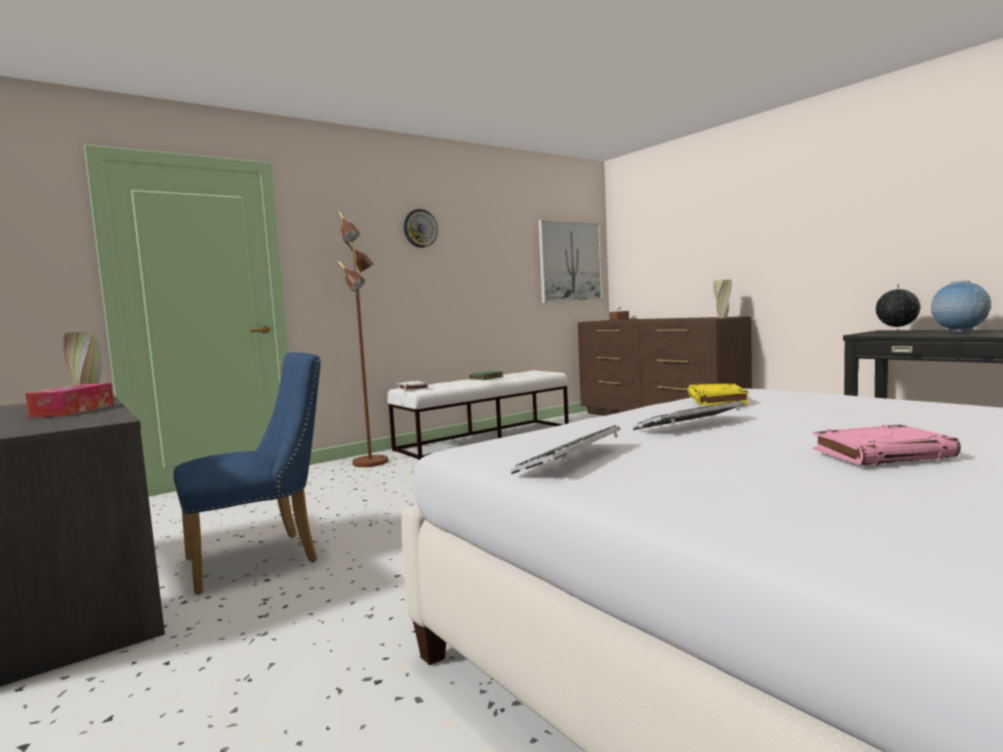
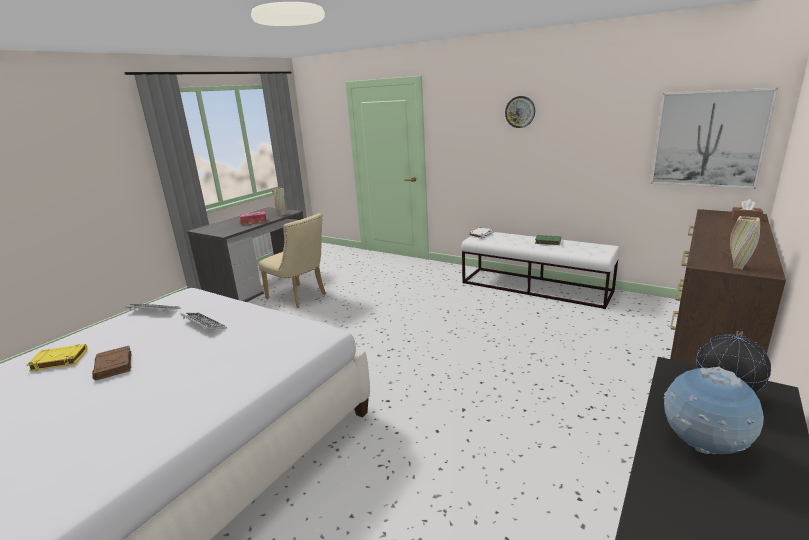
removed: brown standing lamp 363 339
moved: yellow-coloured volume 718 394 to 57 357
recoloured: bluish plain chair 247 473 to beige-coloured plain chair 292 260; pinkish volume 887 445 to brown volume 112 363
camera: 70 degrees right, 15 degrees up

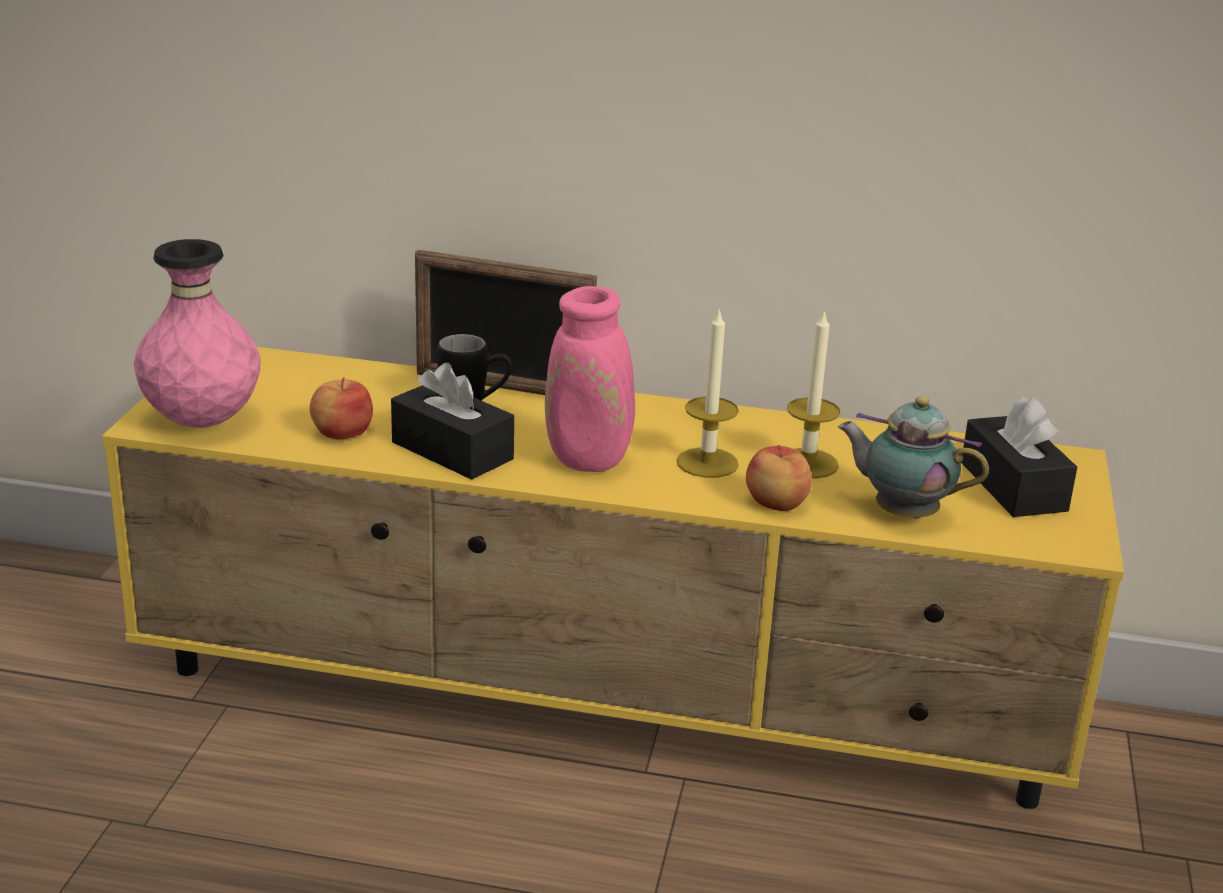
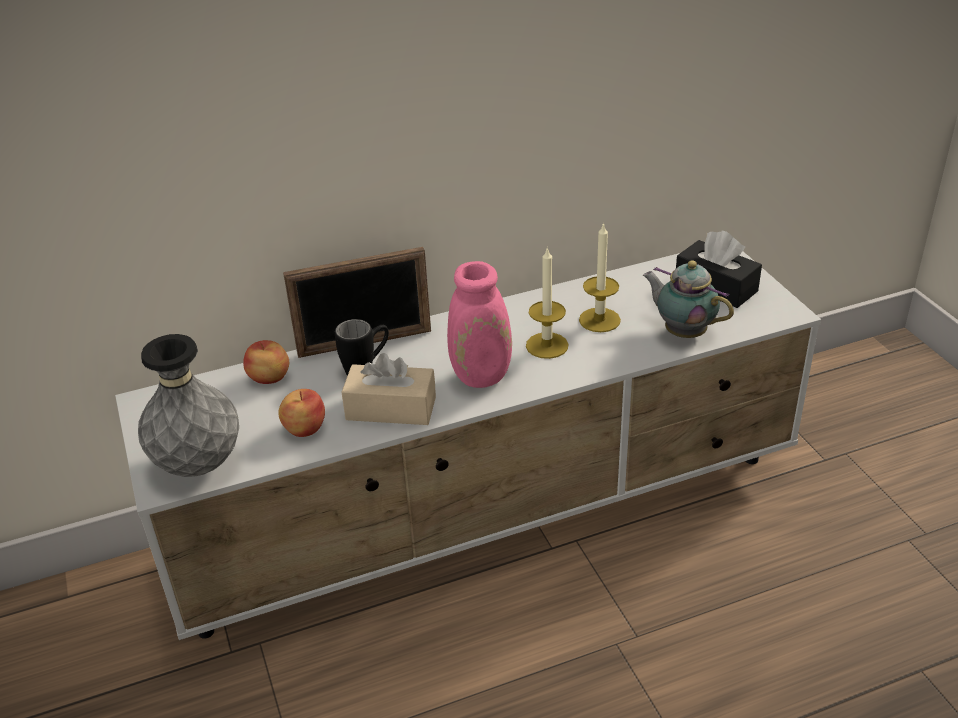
moved: whole apple 779 478 to 266 362
recoloured: yellow-coloured tv unit 613 578 to white tv unit 468 445; pinkish vase 197 333 to grey vase 188 405; blackish box of tissues 452 421 to beige-coloured box of tissues 388 389
turned: pot for tea 913 457 = 688 299 45 degrees clockwise
camera: 30 degrees left, 10 degrees up

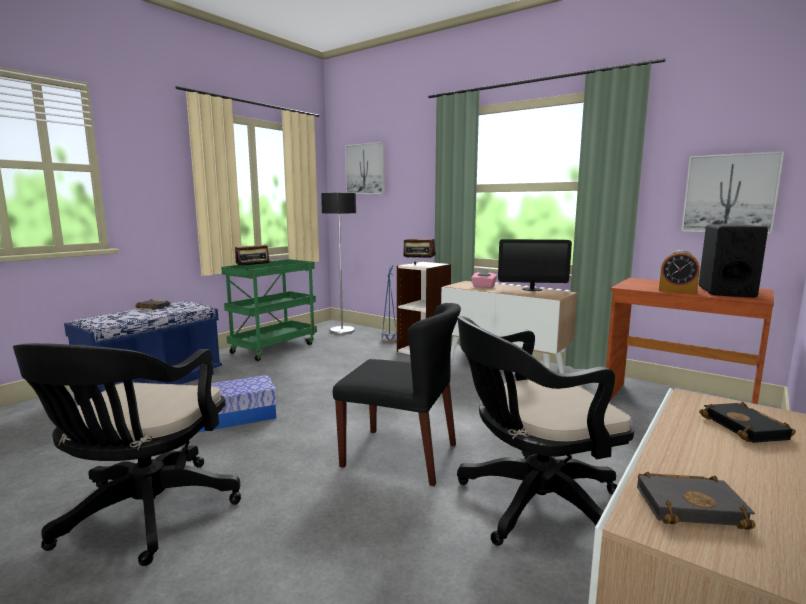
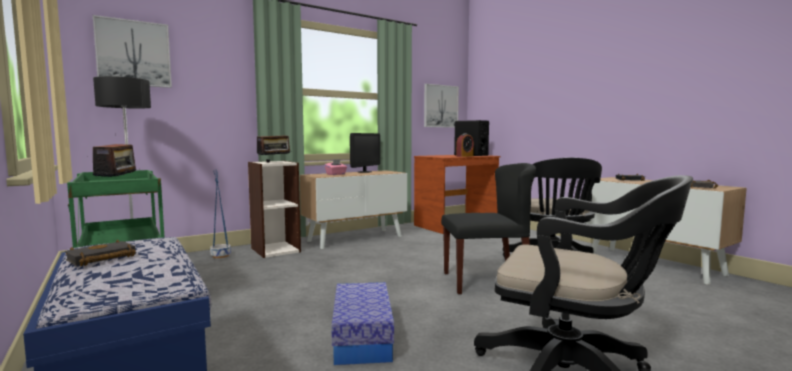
turned: blackish plain chair 397 394 = 488 228 45 degrees clockwise
camera: 70 degrees left, 5 degrees down

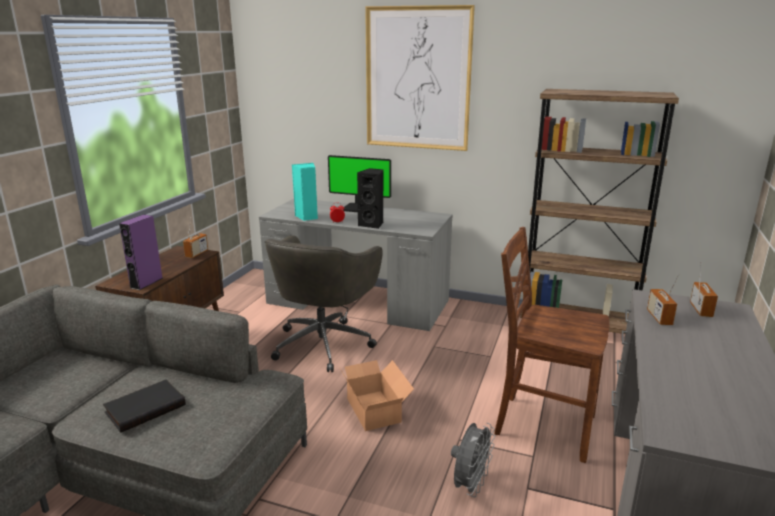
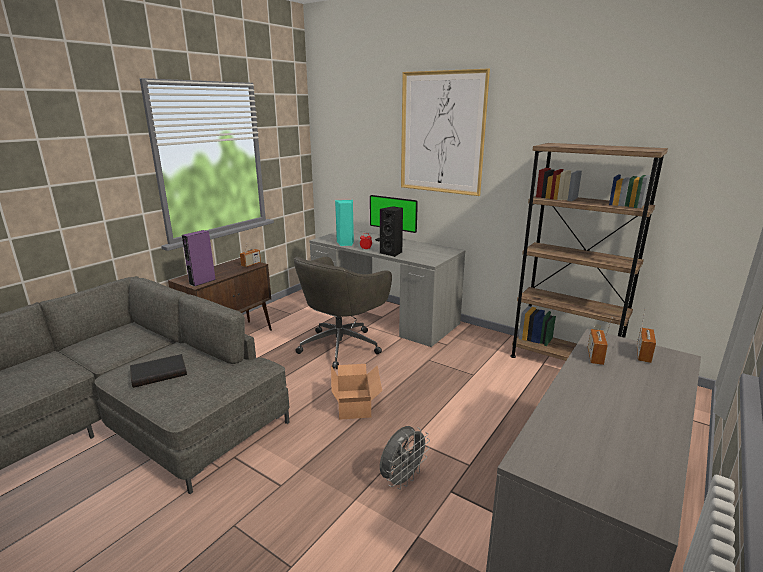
removed: brown plain chair 551 345
camera: 15 degrees right, 0 degrees up

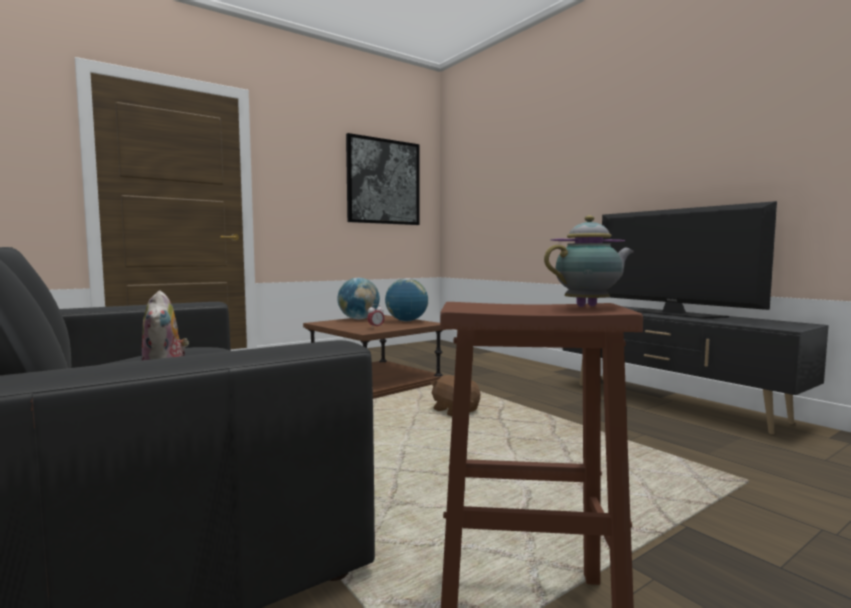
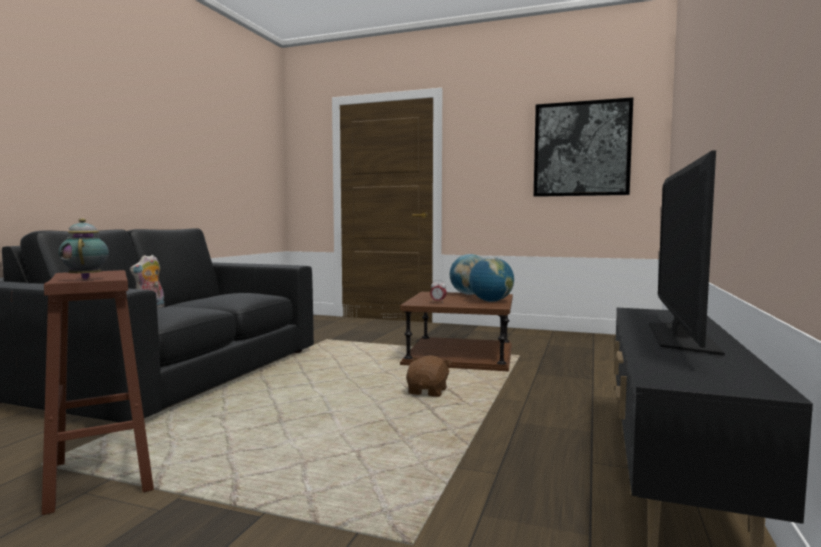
turned: pot for tea 589 261 = 83 248 150 degrees counterclockwise
camera: 55 degrees right, 0 degrees up

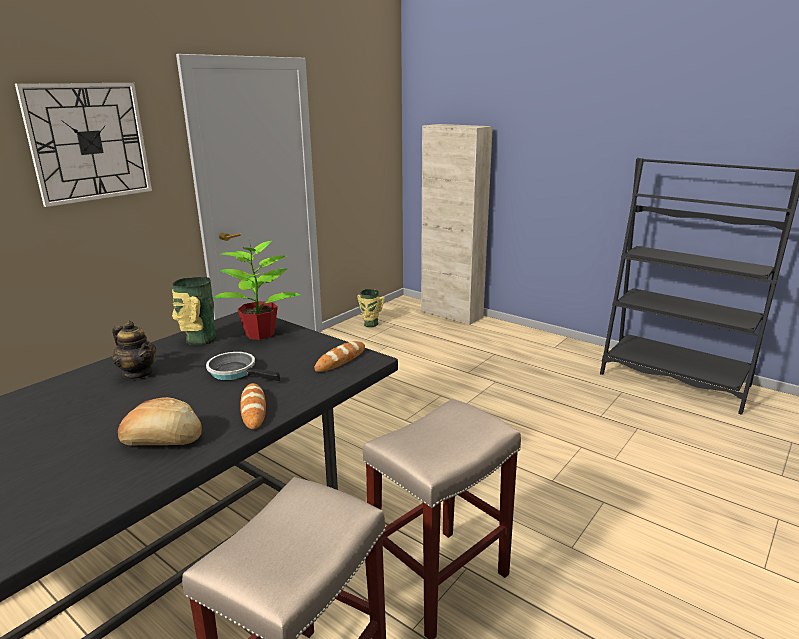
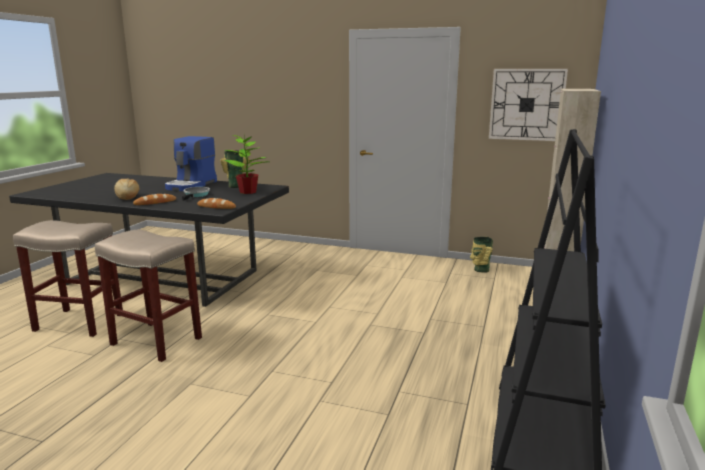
moved: hanging clock 83 145 to 528 105
replaced: pot for tea 134 350 to coffee machine 191 163
camera: 70 degrees right, 5 degrees down

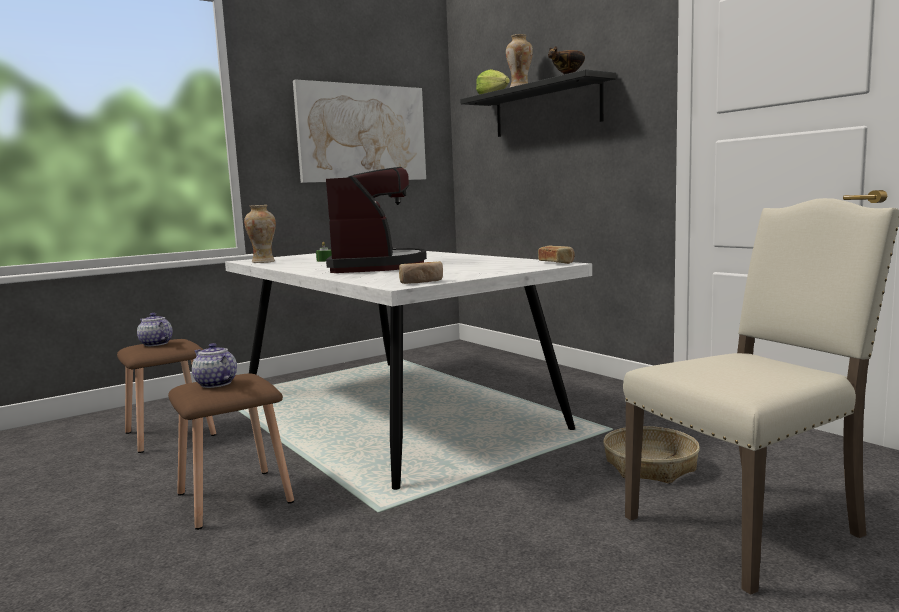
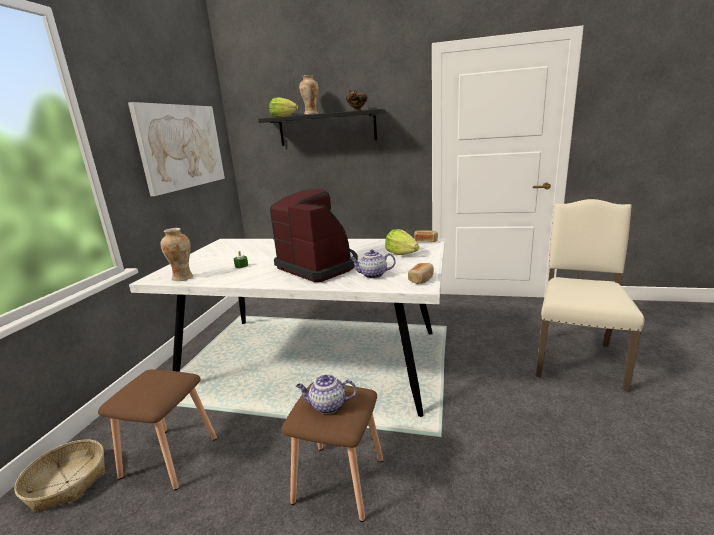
added: lettuce 402 242
moved: pot for tea 155 329 to 373 264; basket 651 455 to 59 476
camera: 40 degrees left, 10 degrees up

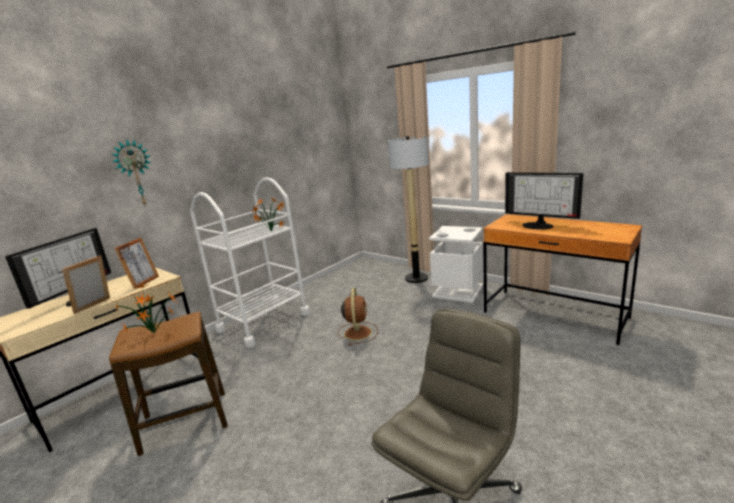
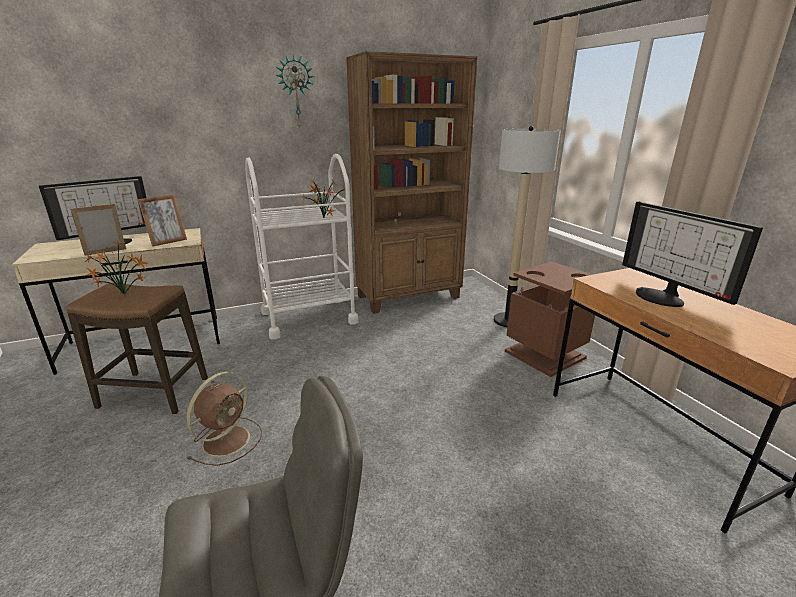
added: brown bookcase 412 182
moved: hanging clock 131 173 to 295 91; brown electric fan 358 316 to 224 419
recoloured: white trash can 456 264 to brown trash can 550 319
camera: 25 degrees right, 5 degrees up

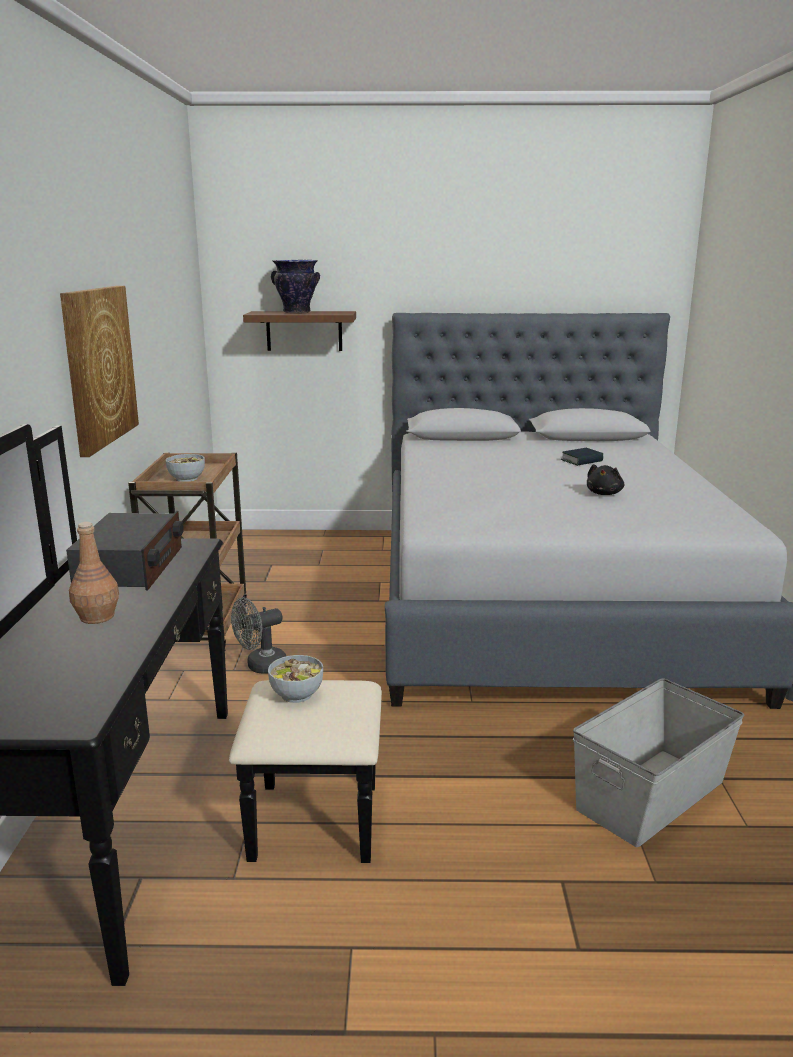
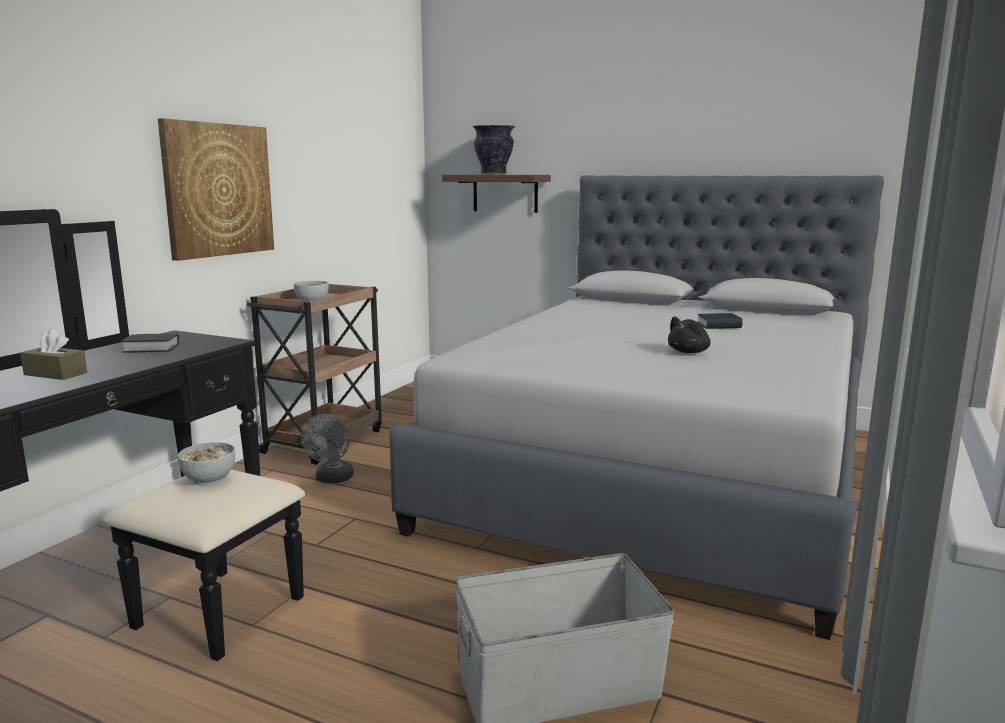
replaced: radio 125 550 to volume 150 343; brown beverage bottle 94 573 to brown box of tissues 53 354
turned: grey electric fan 258 635 = 327 448 75 degrees counterclockwise
camera: 25 degrees right, 5 degrees down

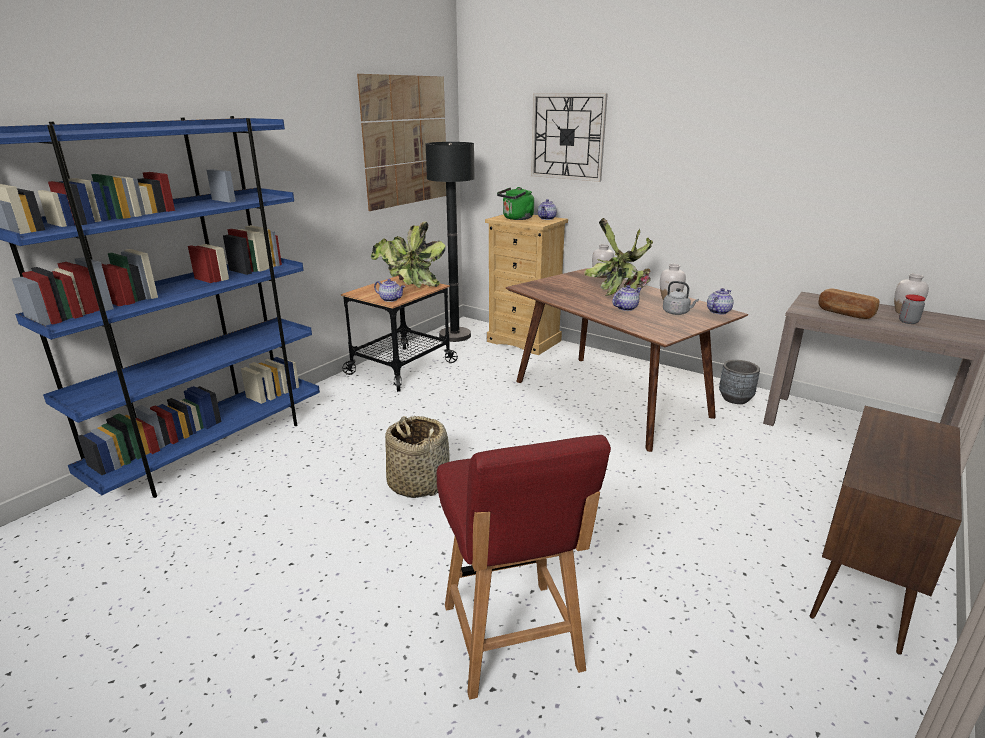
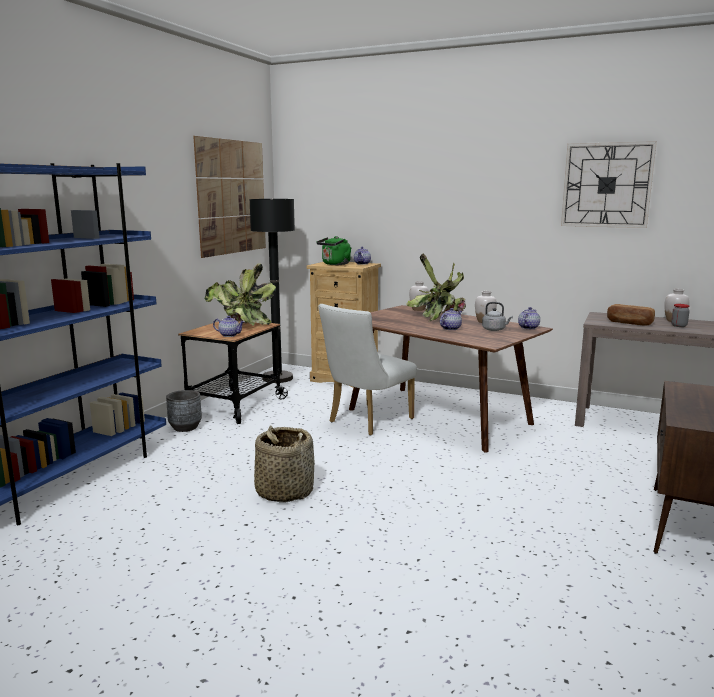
removed: red-coloured plain chair 524 567
added: white plain chair 367 370
moved: hanging clock 569 138 to 609 184; grey plant pot 739 382 to 184 411
camera: 10 degrees left, 10 degrees down

